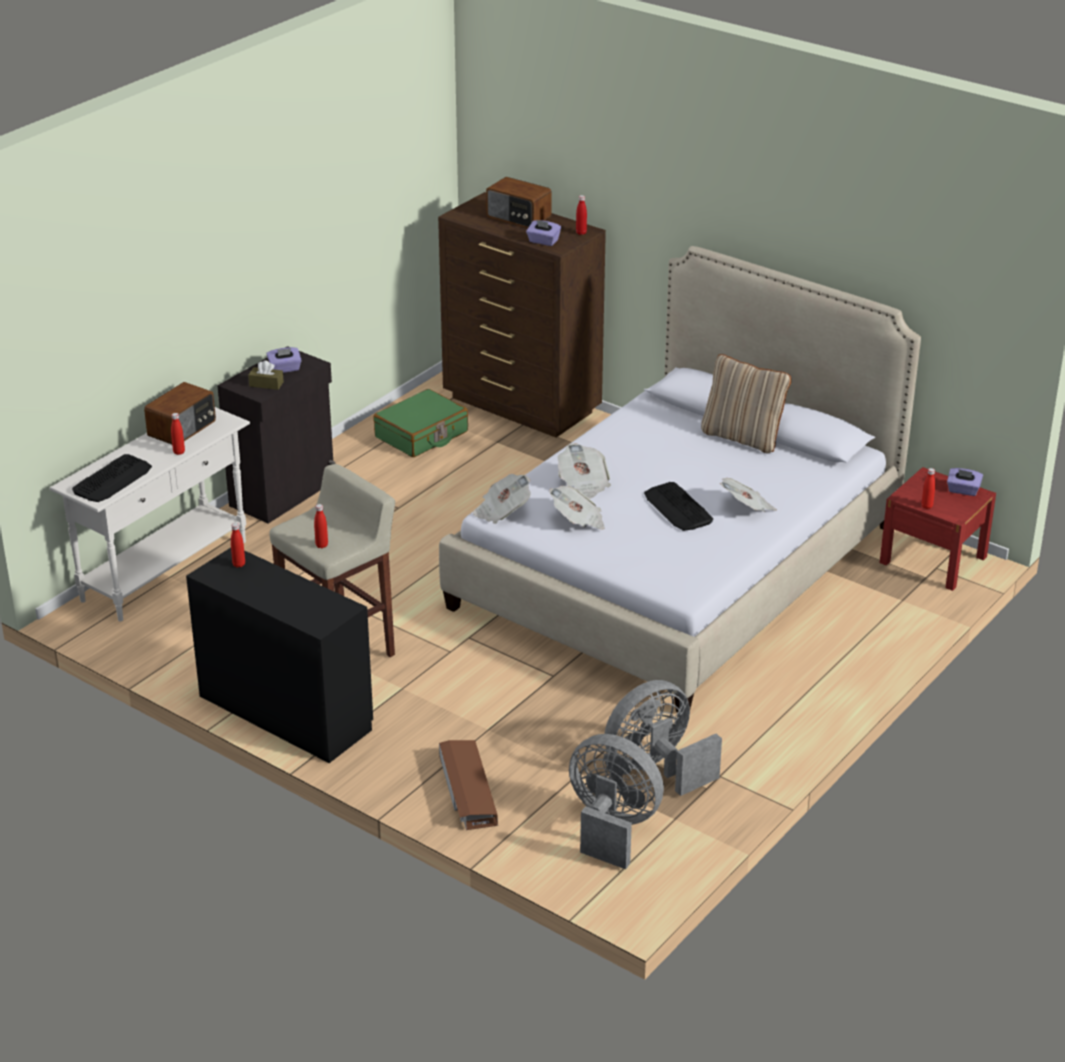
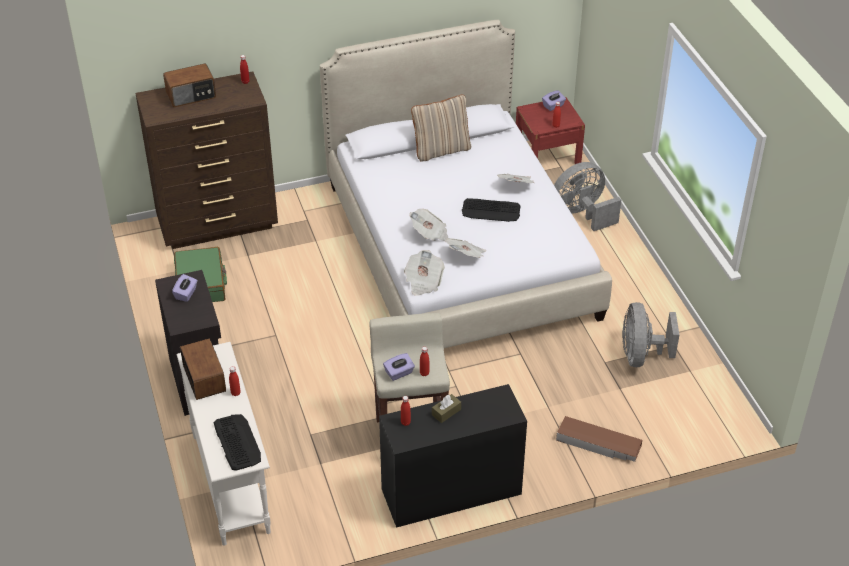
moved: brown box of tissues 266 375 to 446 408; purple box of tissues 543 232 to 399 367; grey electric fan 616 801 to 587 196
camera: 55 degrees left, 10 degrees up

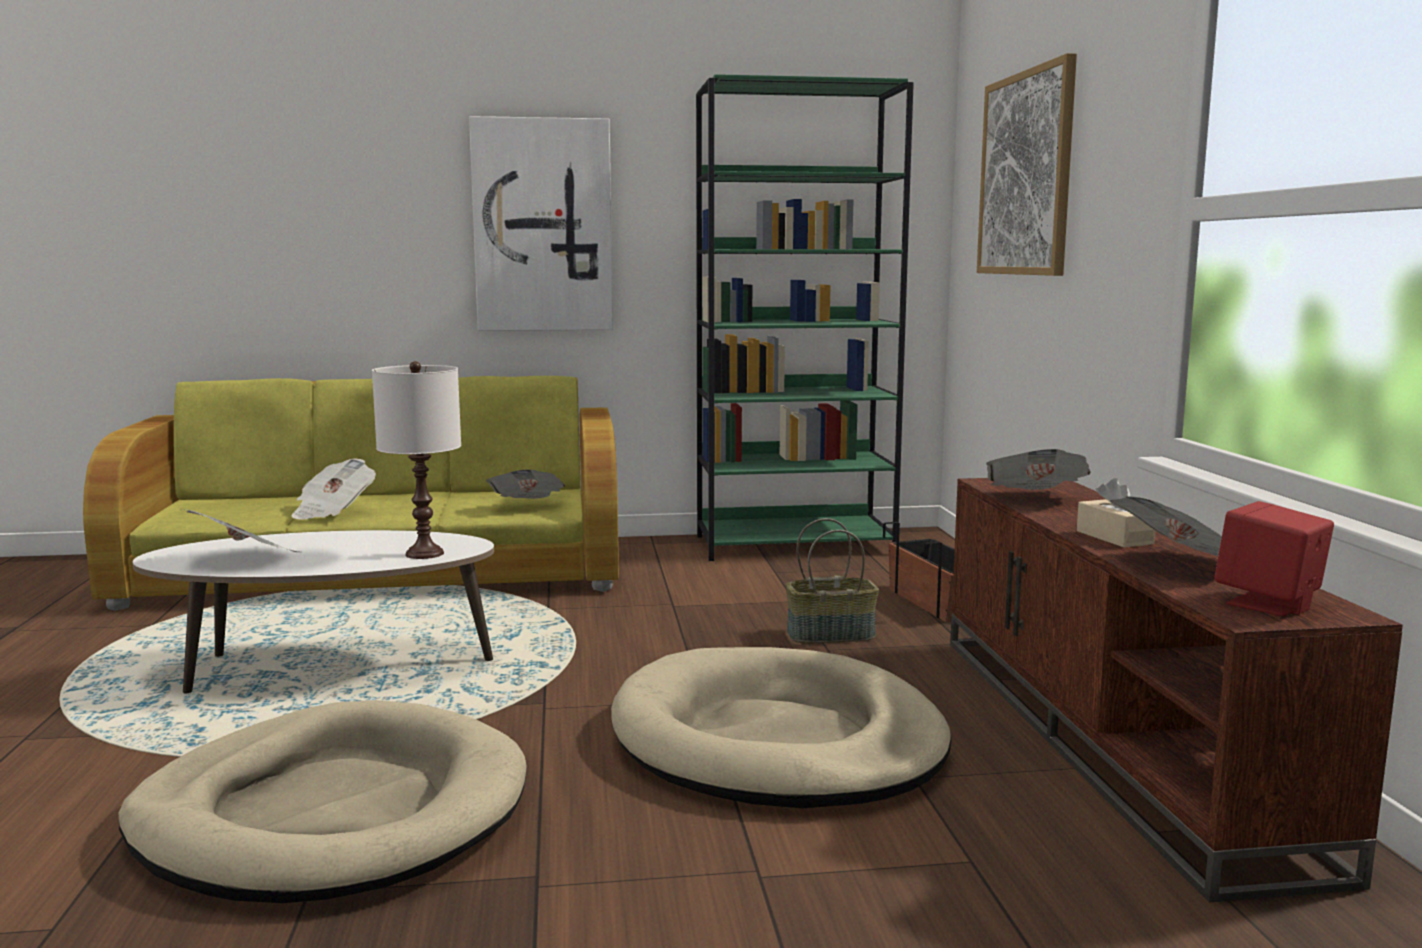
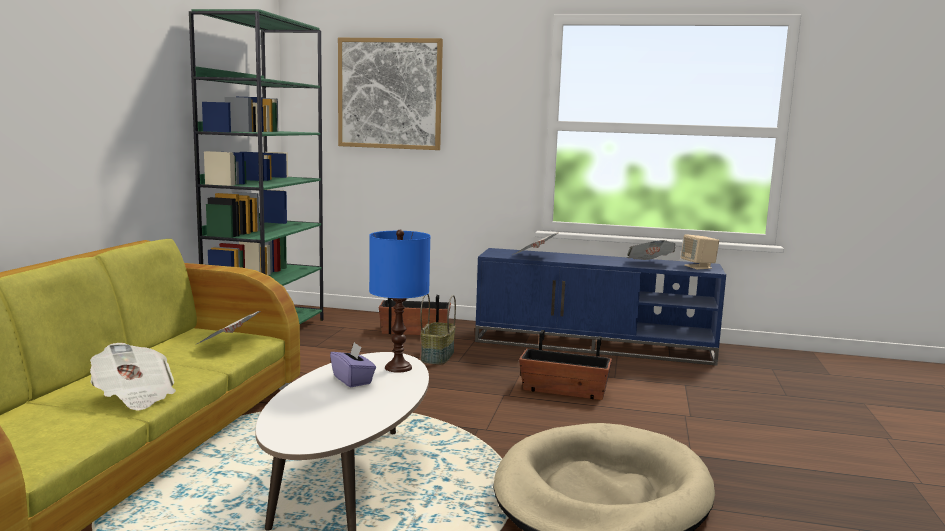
removed: printed paper 240 530; wall art 541 223; beige-coloured box of tissues 1116 513
added: purple box of tissues 353 364
replaced: beige-coloured dog bed 781 727 to plant pot 565 365
recoloured: white lamp for a table 416 460 to bluish lamp for a table 399 301; brown tv unit 1176 690 to bluish tv unit 600 307; red-coloured speaker 1274 558 to beige-coloured speaker 700 251
camera: 70 degrees left, 0 degrees up

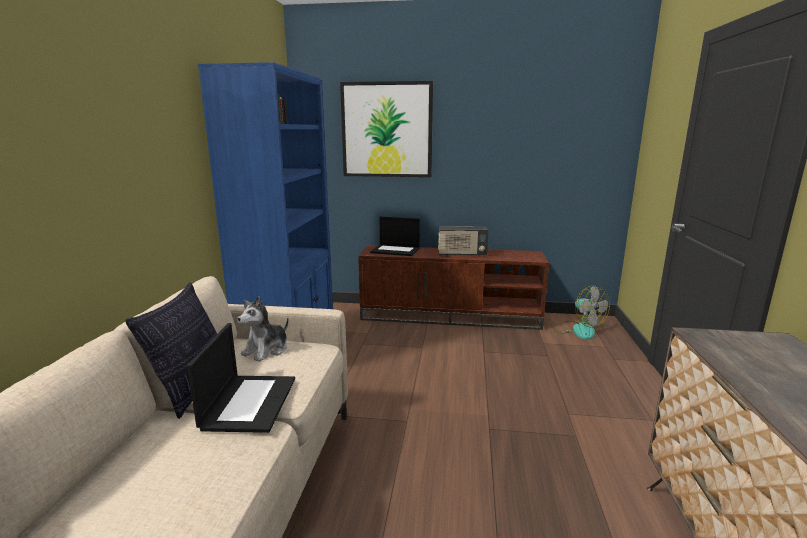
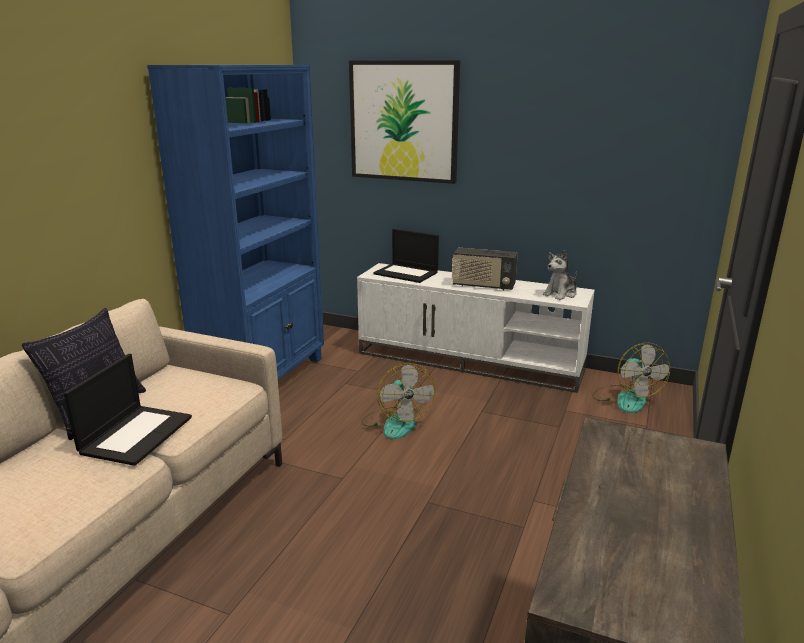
added: electric fan 398 401
moved: cuddly toy 263 329 to 560 275
recoloured: brown tv unit 453 288 to white tv unit 476 328
camera: 15 degrees right, 5 degrees up

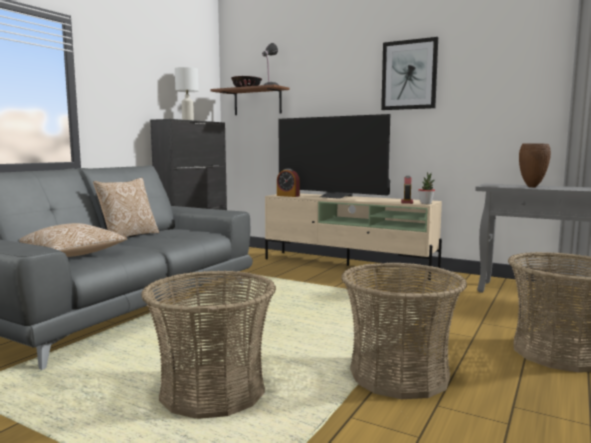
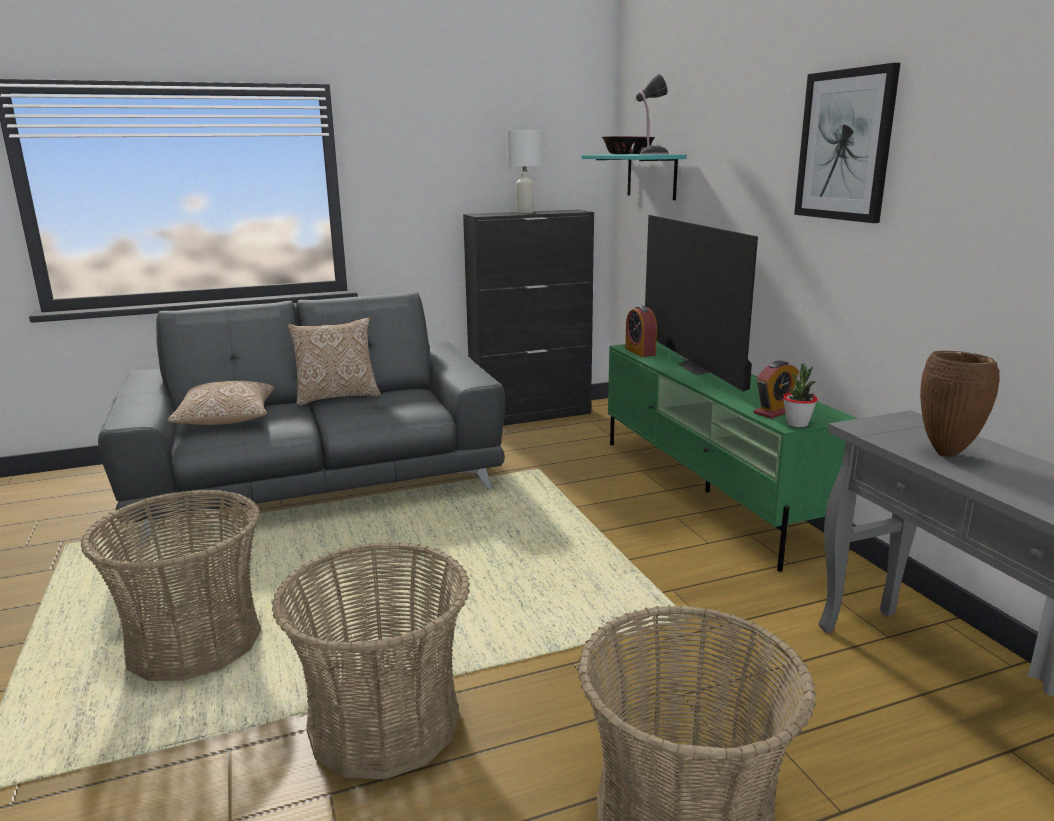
recoloured: brown bracket shelf 249 99 to turquoise bracket shelf 634 177; beige-coloured tv unit 353 236 to green-coloured tv unit 733 456
camera: 40 degrees right, 10 degrees up

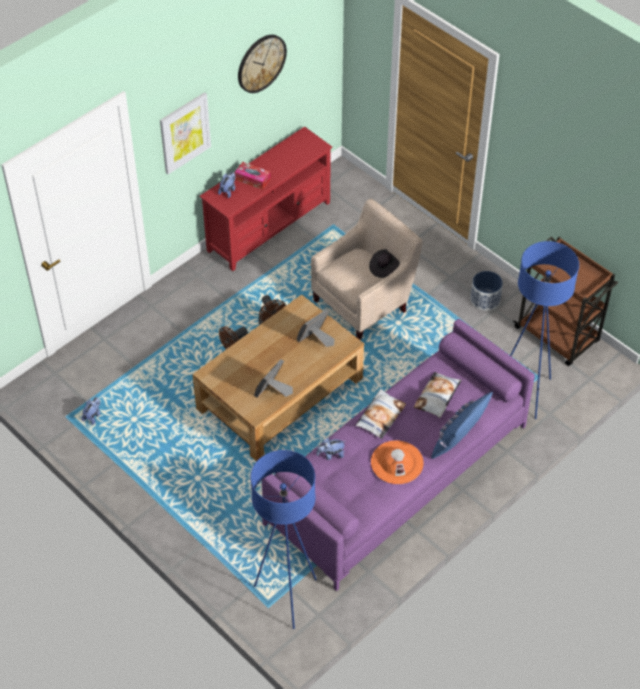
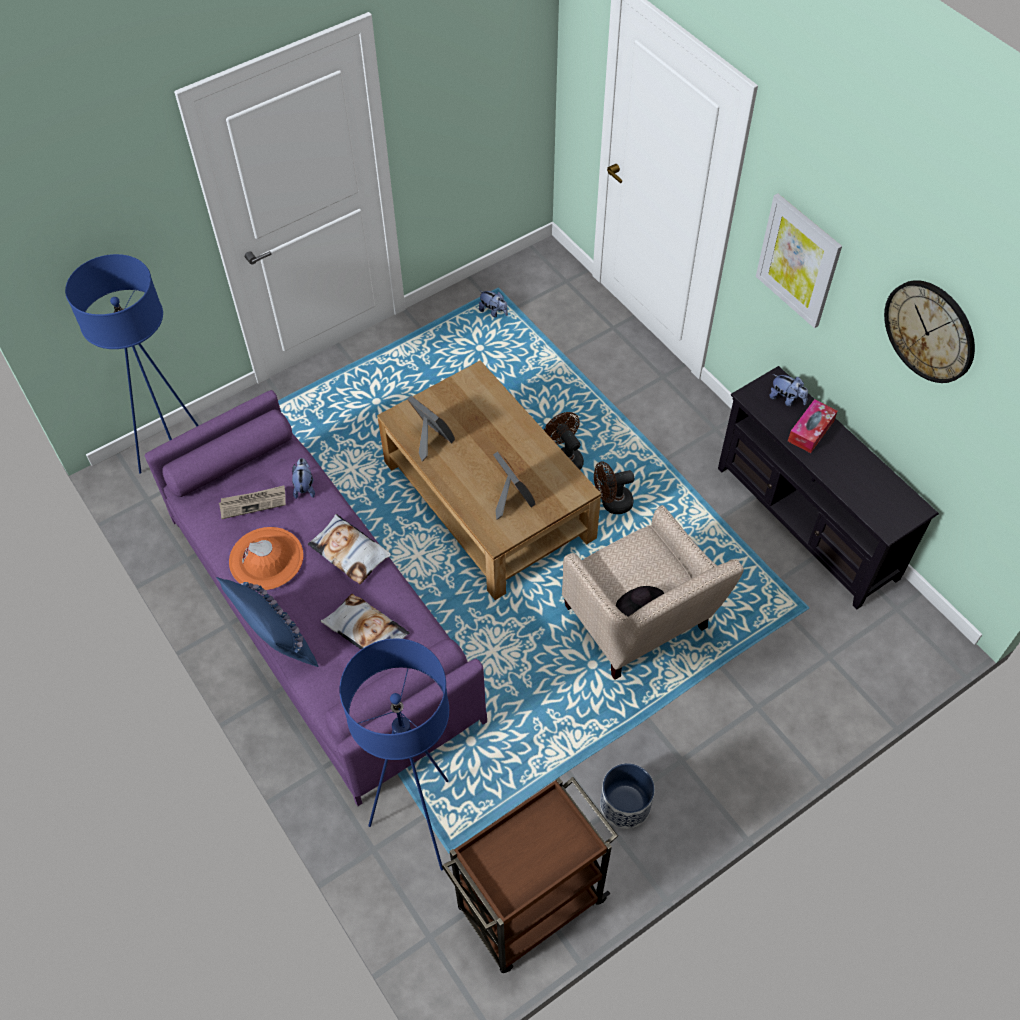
added: printed paper 252 502
recoloured: red-coloured tv unit 266 198 to blackish tv unit 828 487
camera: 100 degrees right, 5 degrees up

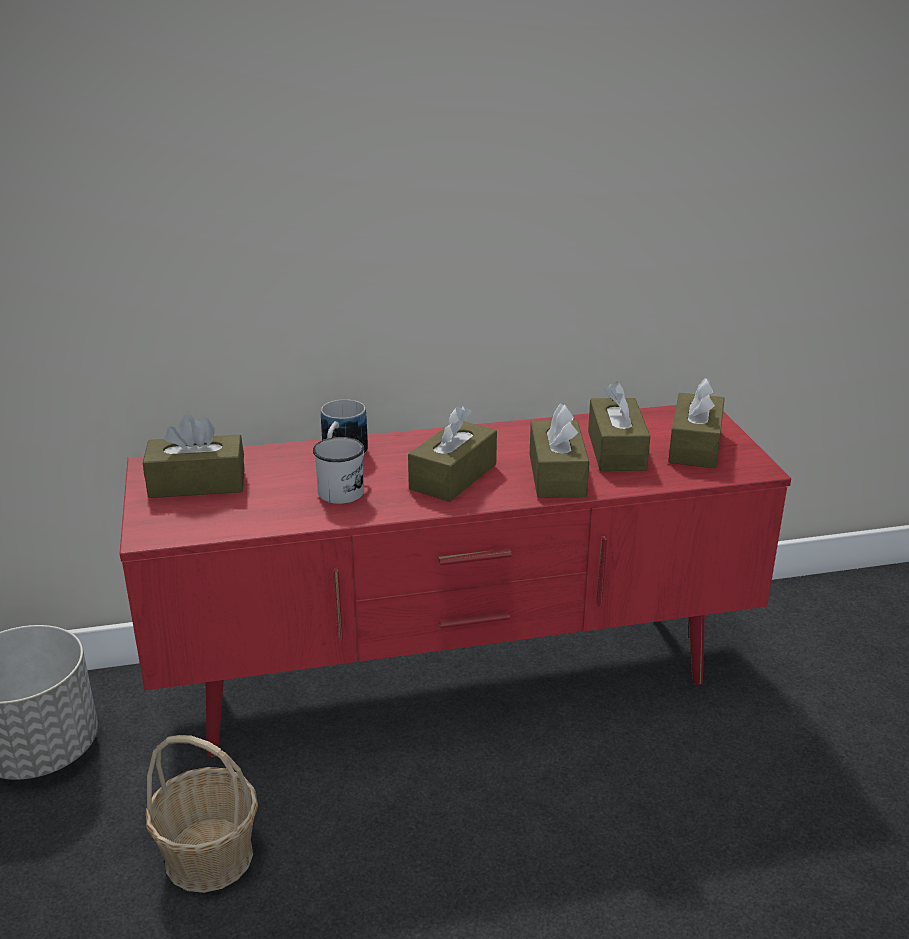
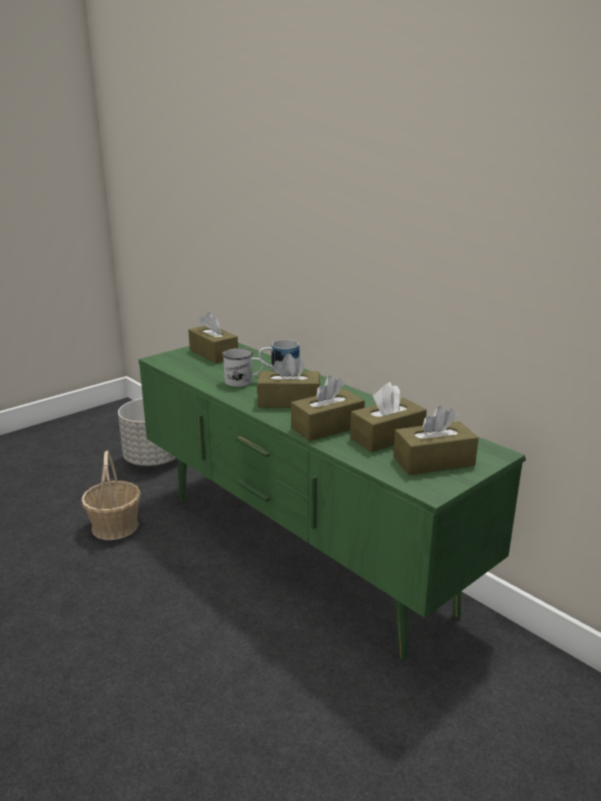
recoloured: red-coloured tv unit 455 581 to green-coloured tv unit 332 501
camera: 60 degrees right, 5 degrees down

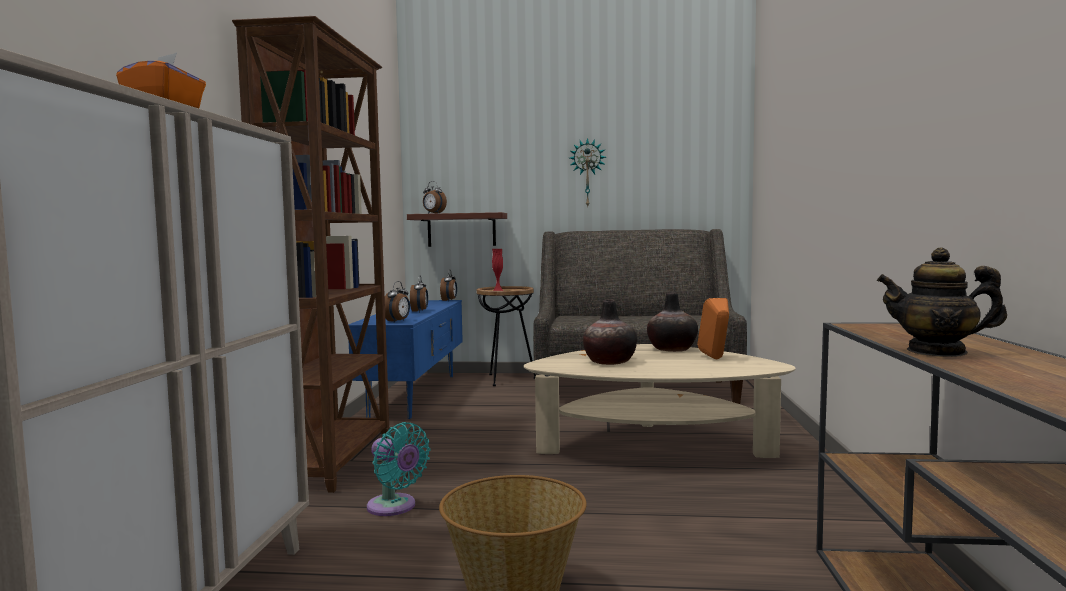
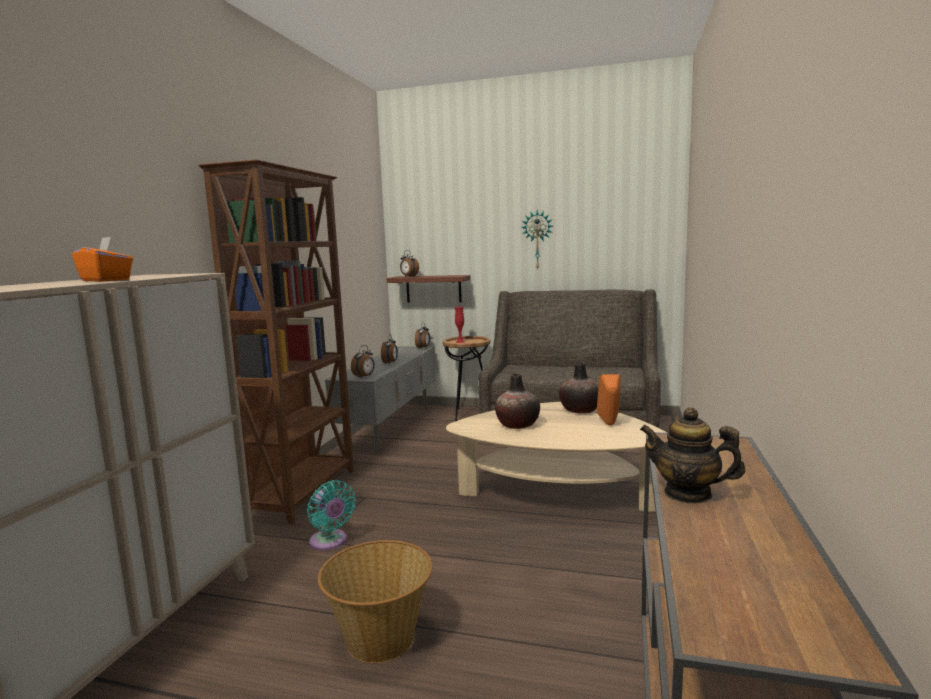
recoloured: bluish tv unit 405 359 to grey tv unit 379 399
camera: 10 degrees right, 5 degrees up

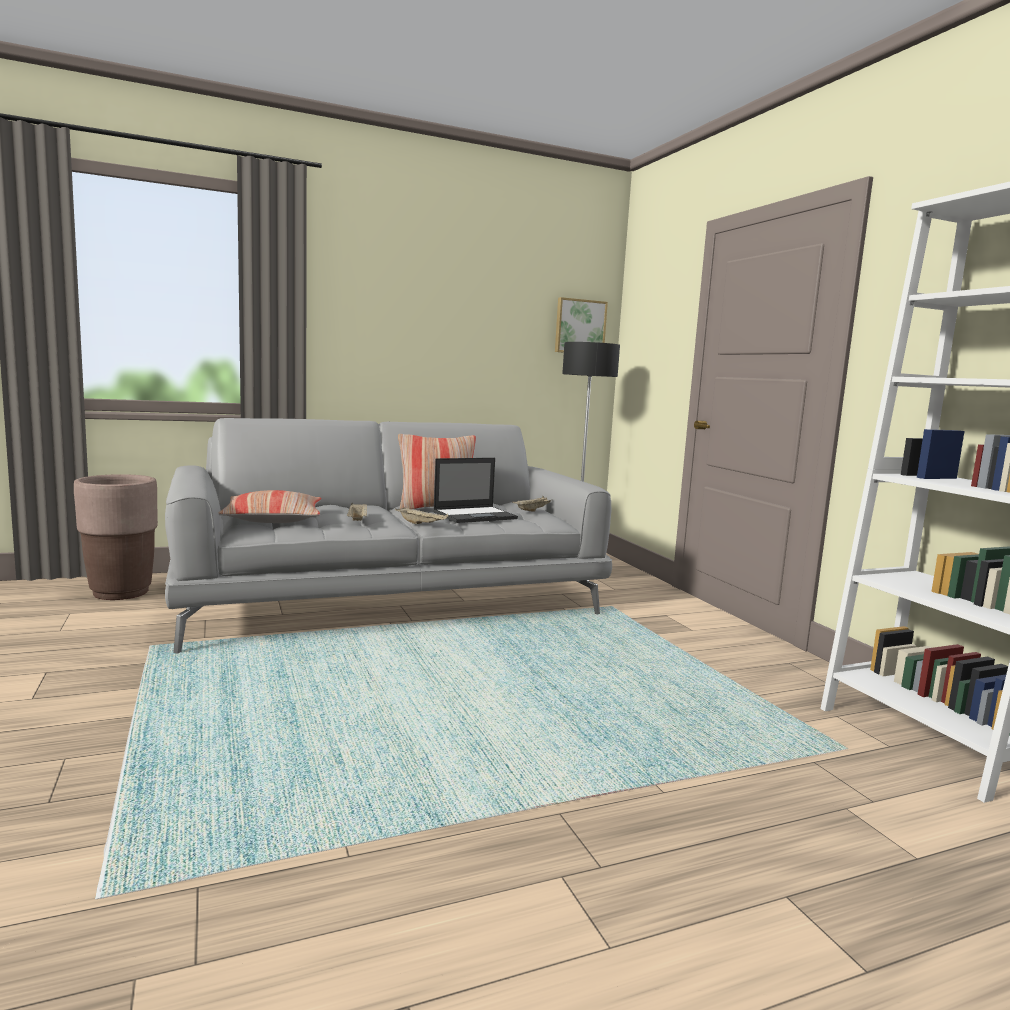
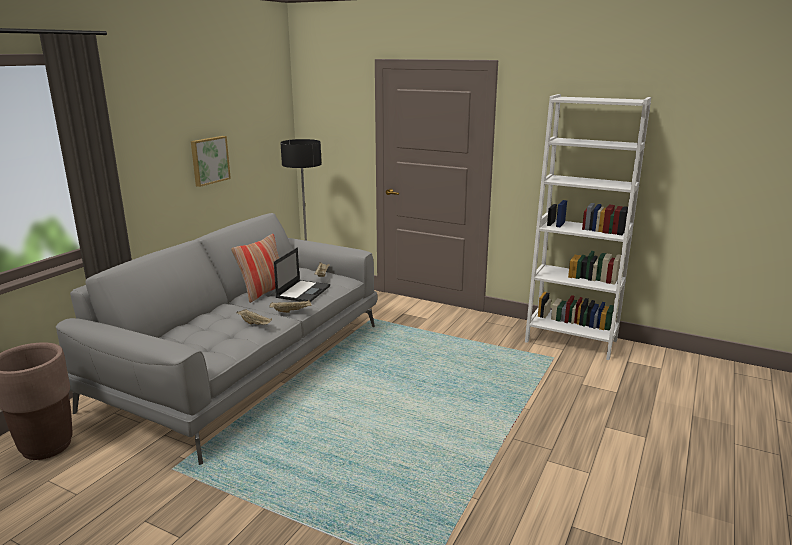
removed: cushion 270 506
moved: wall art 581 325 to 211 161
camera: 40 degrees left, 10 degrees up

